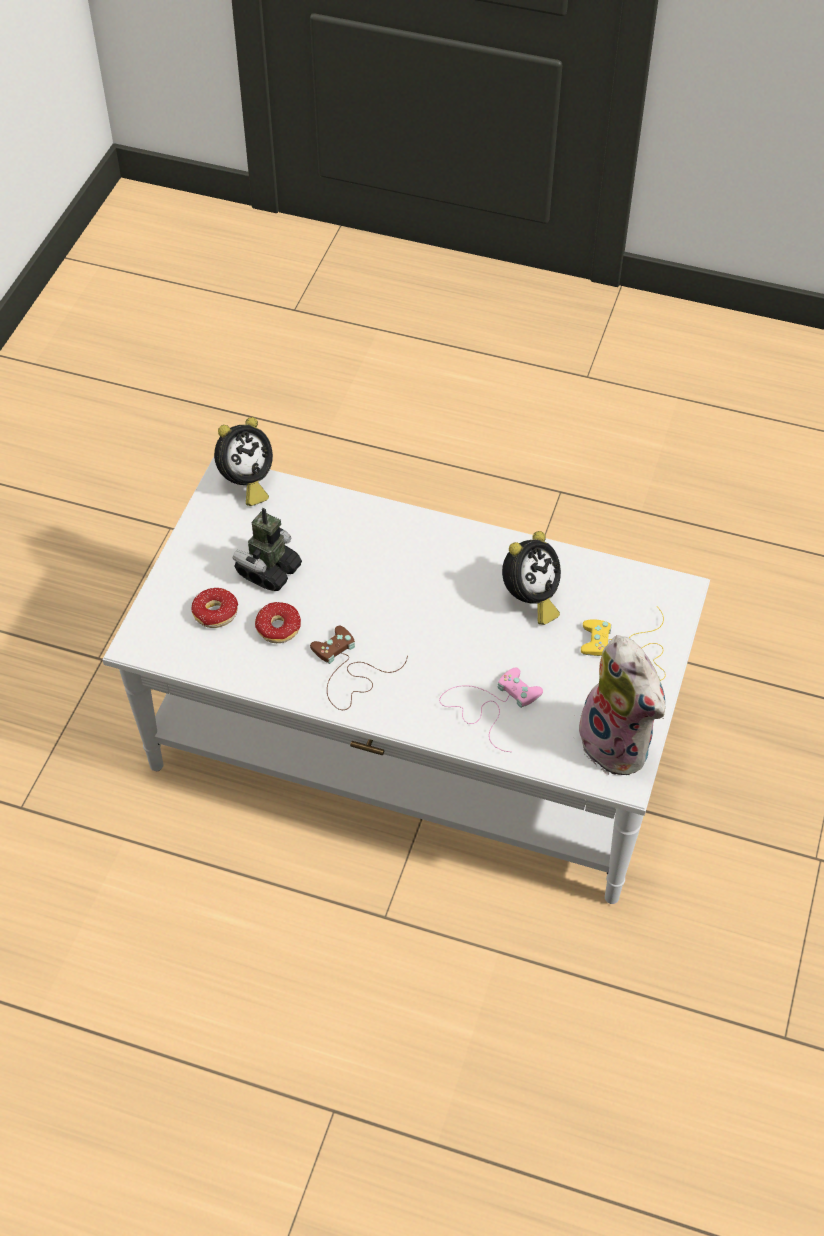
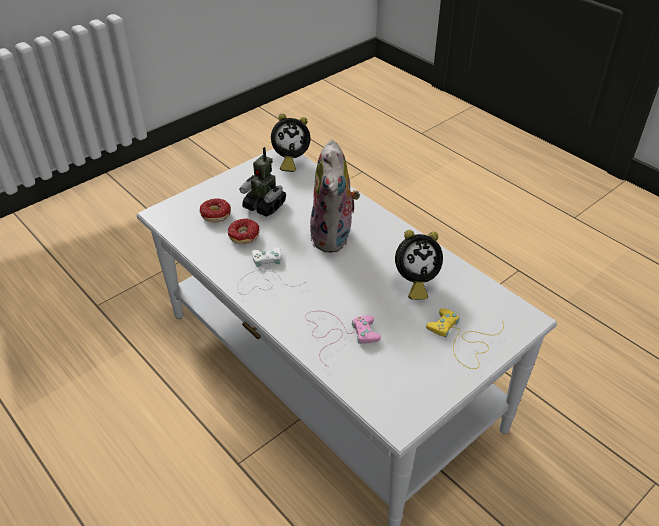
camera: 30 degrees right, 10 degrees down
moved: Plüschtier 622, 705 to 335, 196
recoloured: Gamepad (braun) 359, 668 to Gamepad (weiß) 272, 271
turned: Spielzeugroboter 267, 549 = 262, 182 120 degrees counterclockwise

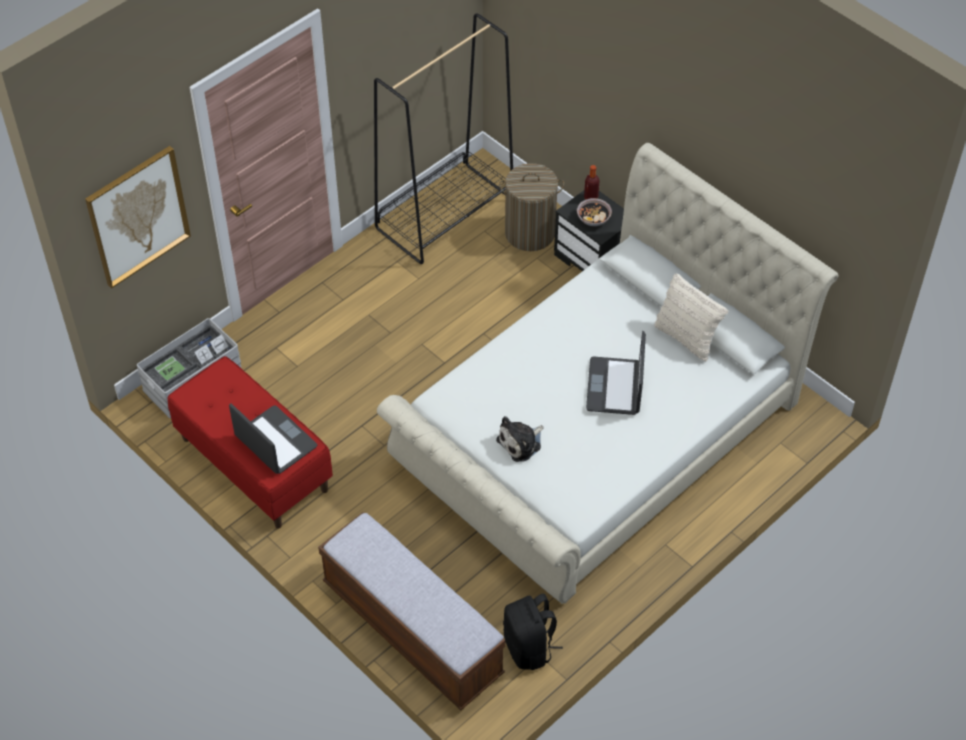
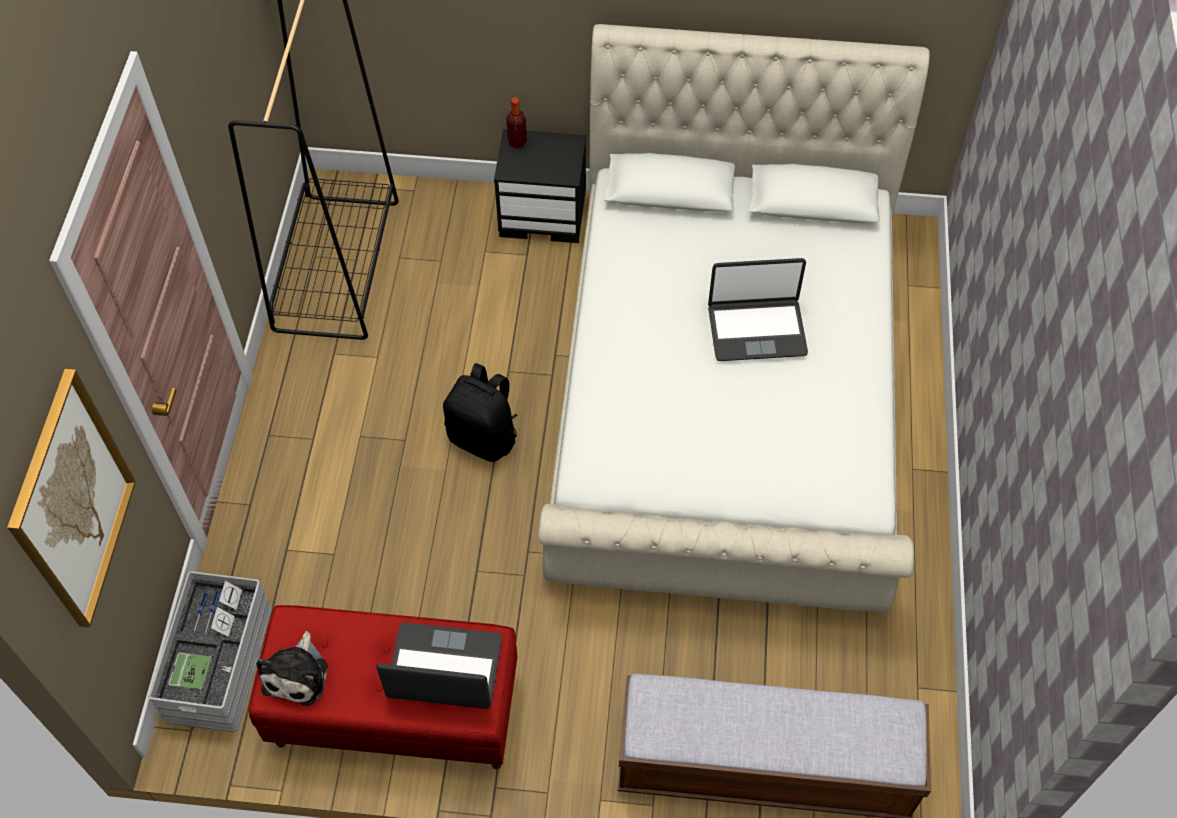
camera: 40 degrees left, 5 degrees up
removed: Wäschekorb 531, 207; Schüssel 594, 212; Kissen (beige) 691, 317
moved: Plüschtier 519, 439 to 292, 668; Rucksack (schwarz) 533, 632 to 480, 412
turned: Laptop 616, 373 = 758, 309 60 degrees counterclockwise

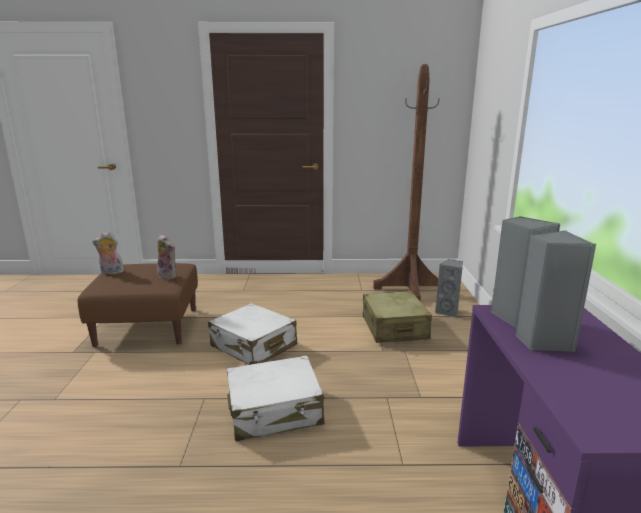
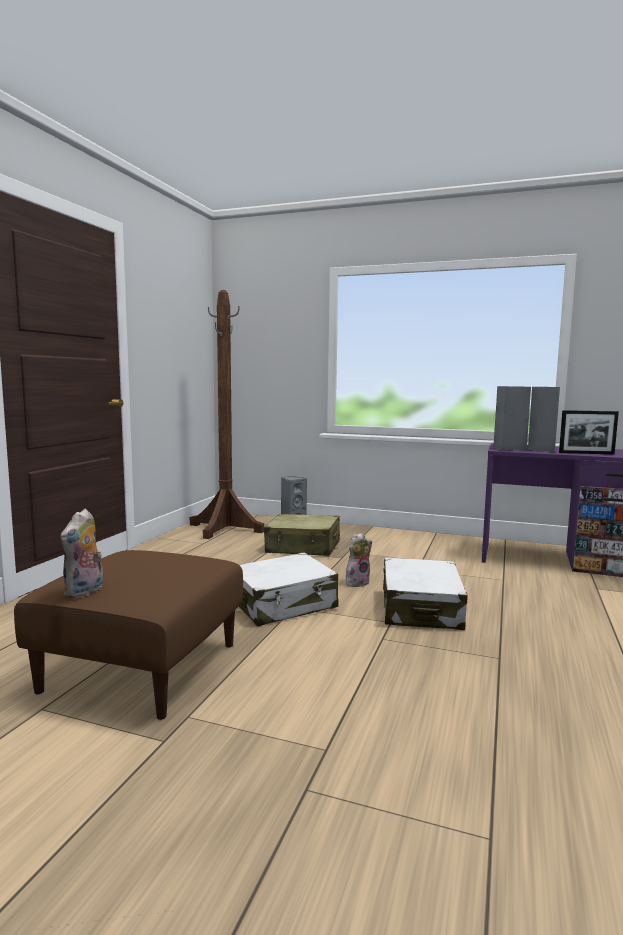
camera: 70 degrees left, 10 degrees down
added: Bilderrahmen 589, 432
moved: Plüschtier 167, 257 to 359, 560

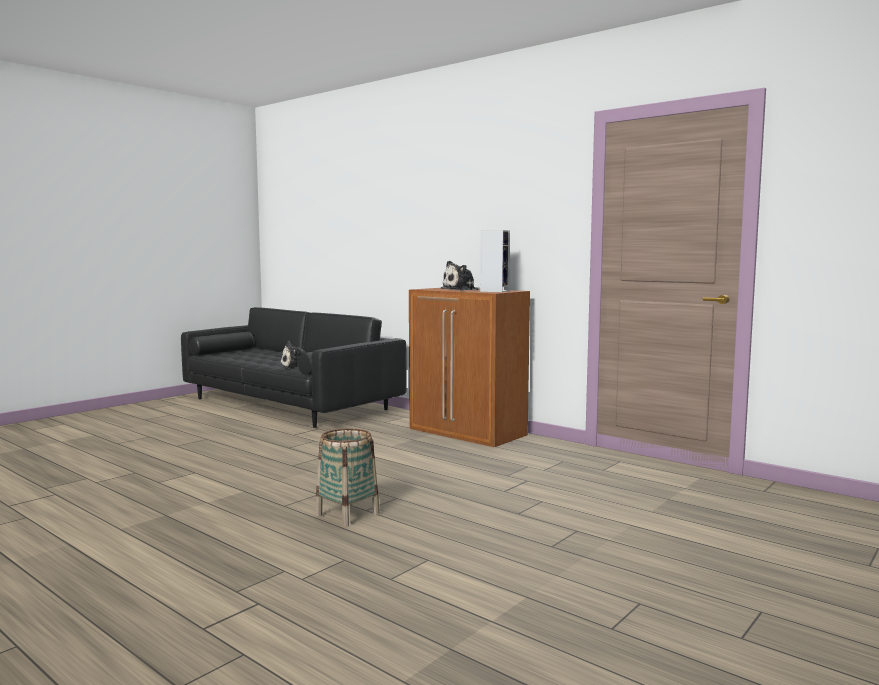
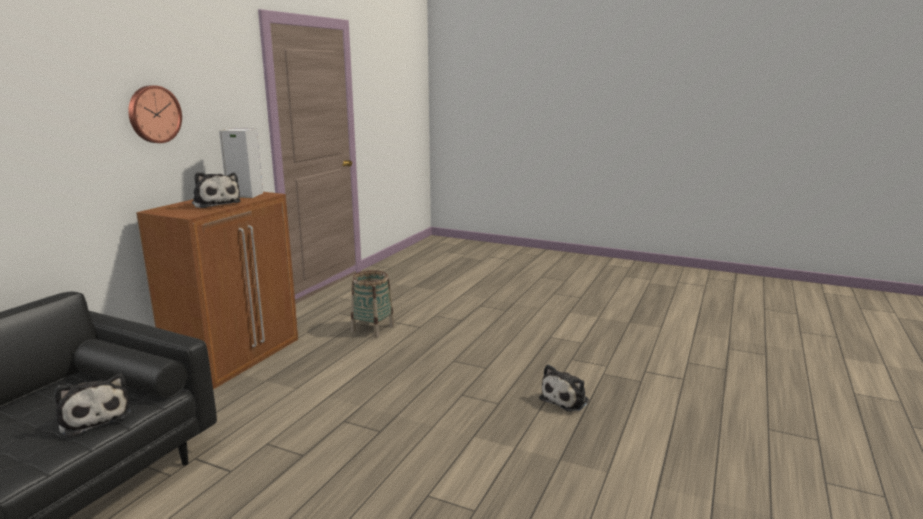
camera: 105 degrees left, 10 degrees up
added: Wanduhr 155, 114; Plüschtier 564, 388
moved: Korb 347, 477 to 372, 304

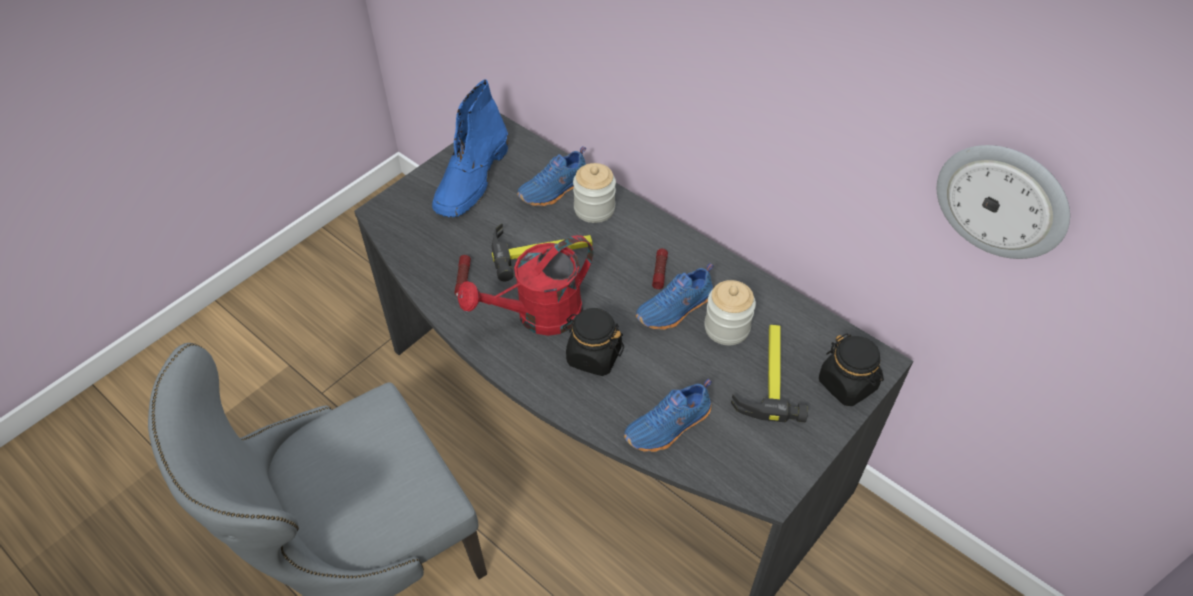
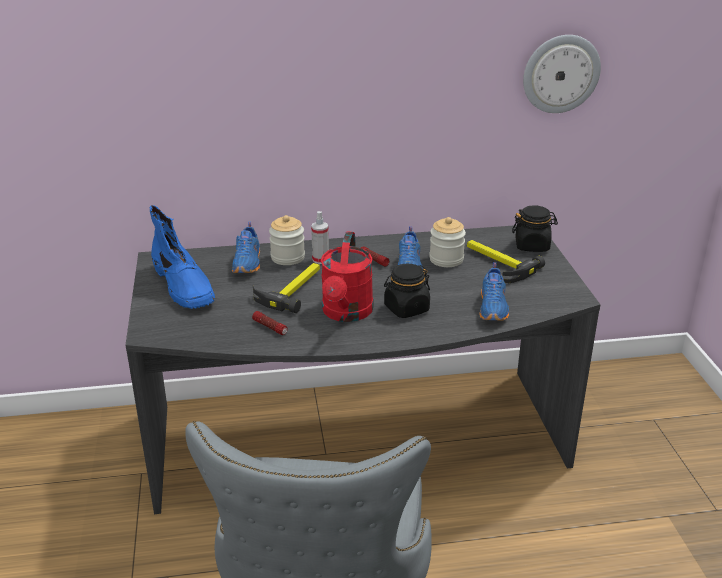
camera: 50 degrees left, 20 degrees down
added: Sprühflasche 320, 237

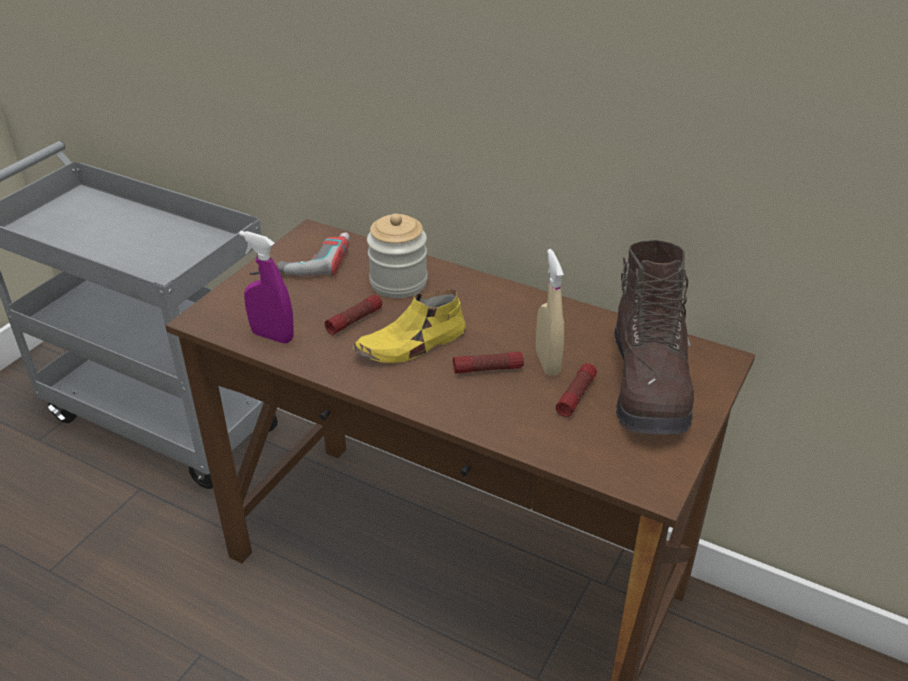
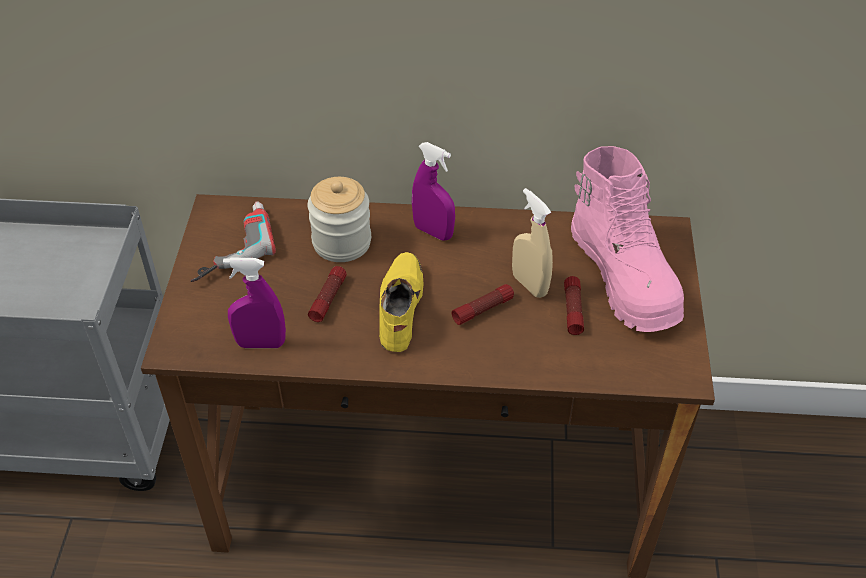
camera: 25 degrees left, 10 degrees up
added: Sprühflasche (lila) 433, 191
recoloured: Stiefel (braun) 654, 337 to Stiefel (rosa) 627, 239
turned: Schuh (gelb) 409, 326 = 401, 302 150 degrees clockwise

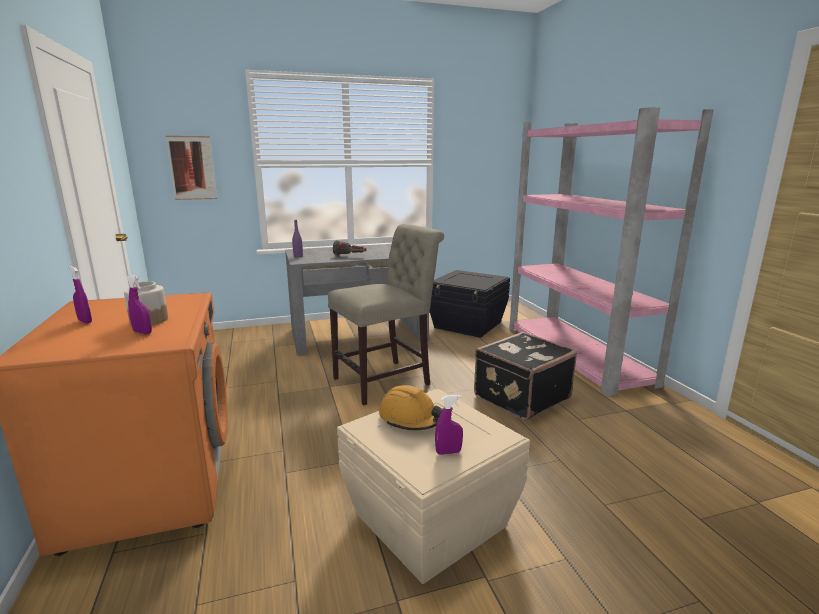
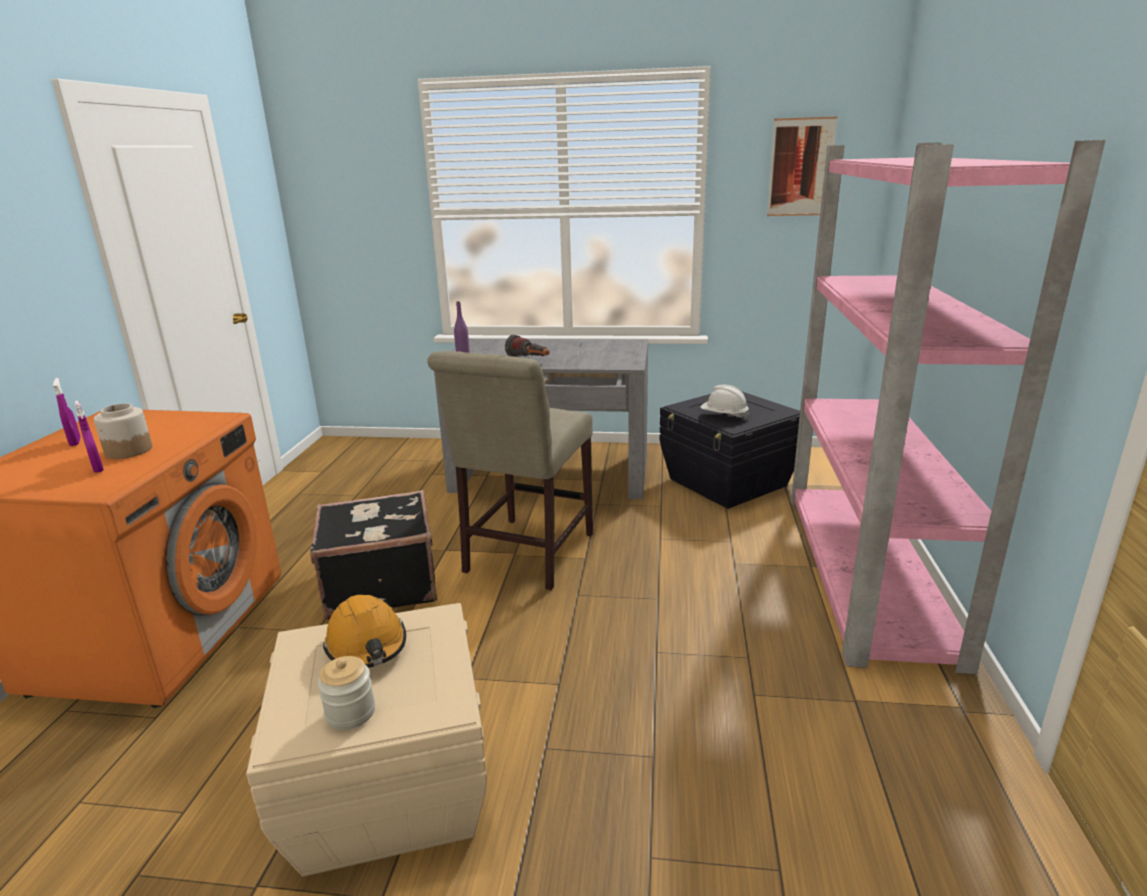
camera: 25 degrees right, 5 degrees up
added: Schutzhelm (weiß) 725, 402
moved: Bild 192, 168 to 802, 166; Koffer (schwarz) 526, 376 to 373, 555
replaced: Sprühflasche (lila) 449, 425 to Vorratsglas 346, 693
turned: Stuhl (beige) 386, 315 = 510, 470 120 degrees clockwise

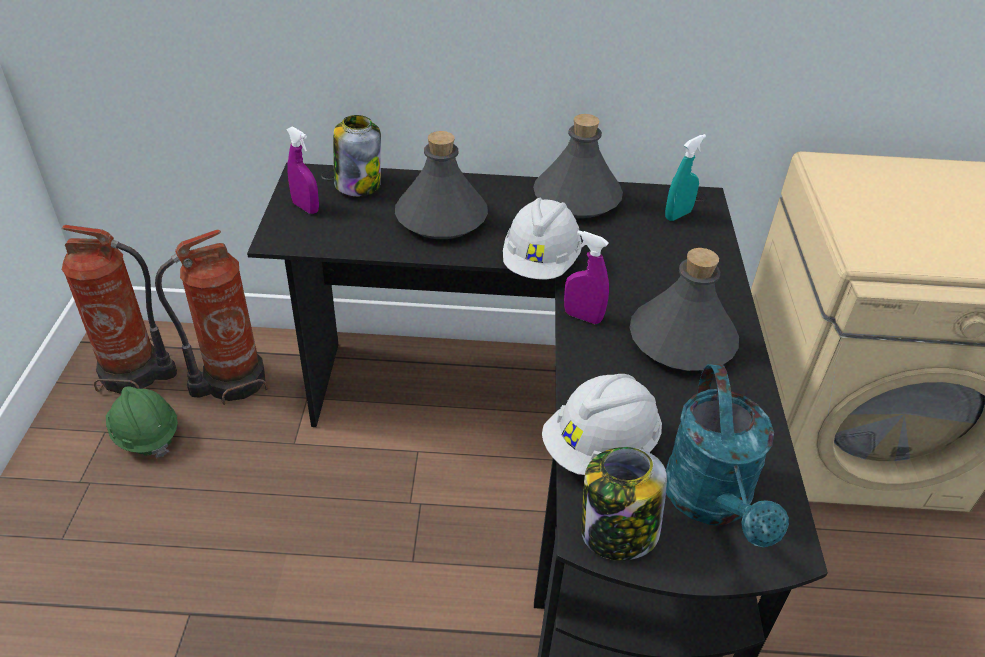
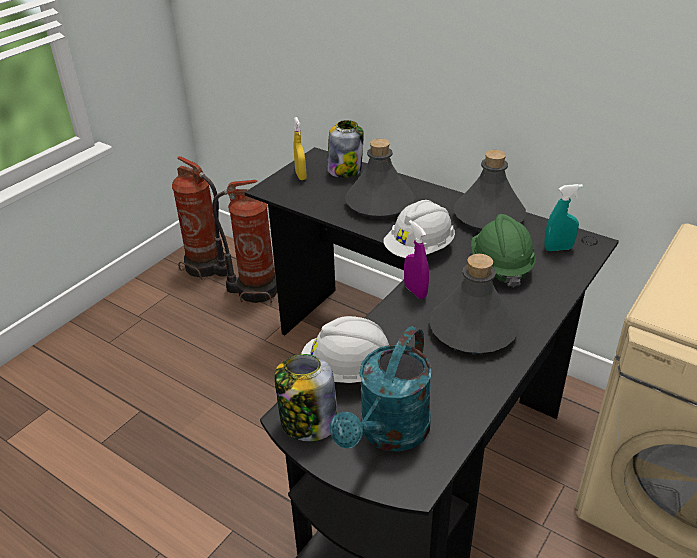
camera: 35 degrees right, 5 degrees down
moved: Schutzhelm (grün) 142, 422 to 503, 251
recoloured: Sprühflasche (lila) 302, 170 to Sprühflasche (gelb) 300, 148

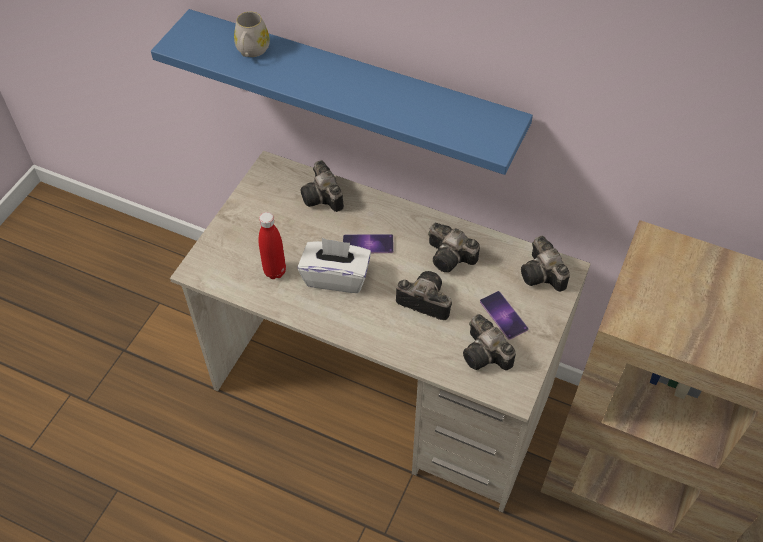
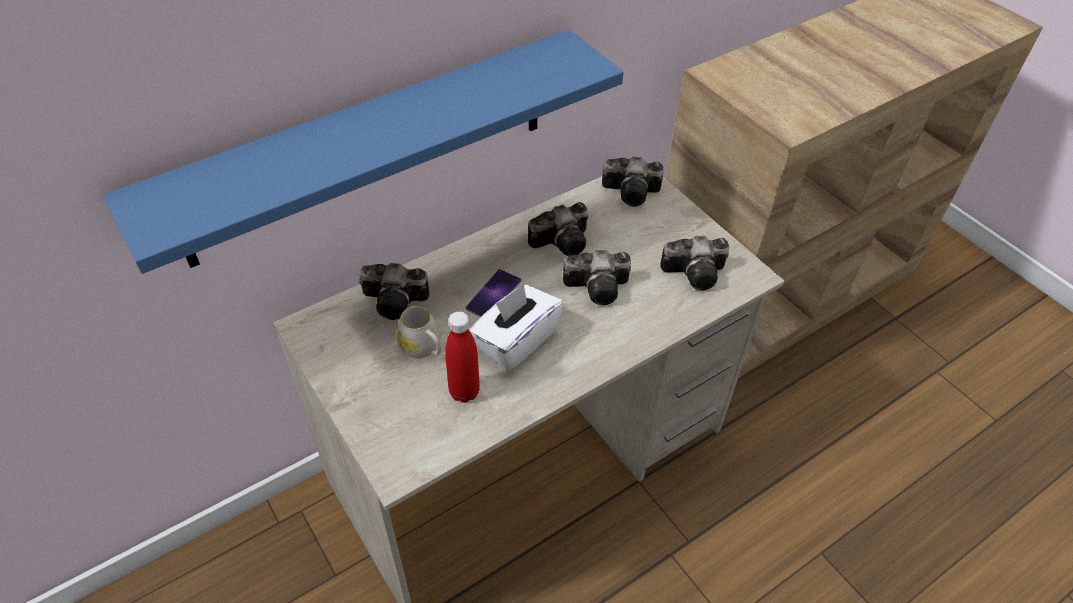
camera: 60 degrees left, 5 degrees down
removed: Handy 504, 315
moved: Henkelbecher (weiß) 252, 34 to 419, 332
turned: Kamera 424, 295 = 597, 277 150 degrees counterclockwise

